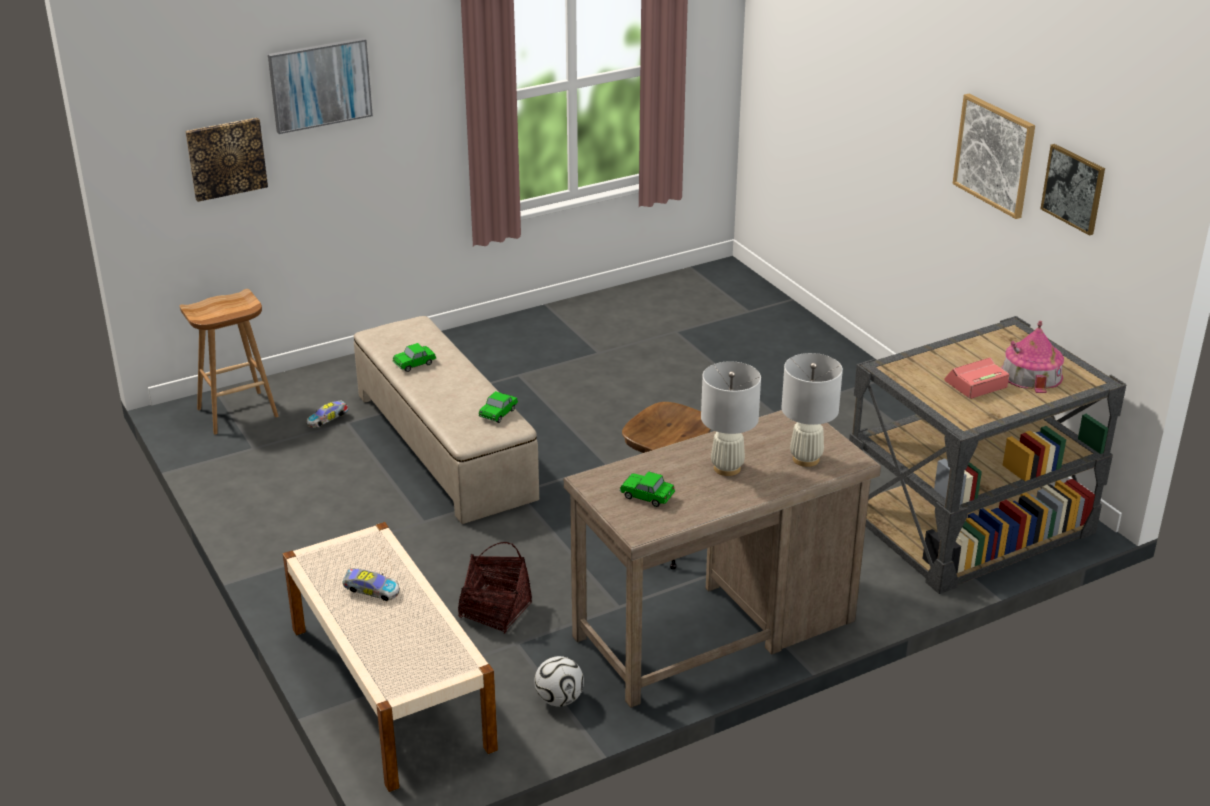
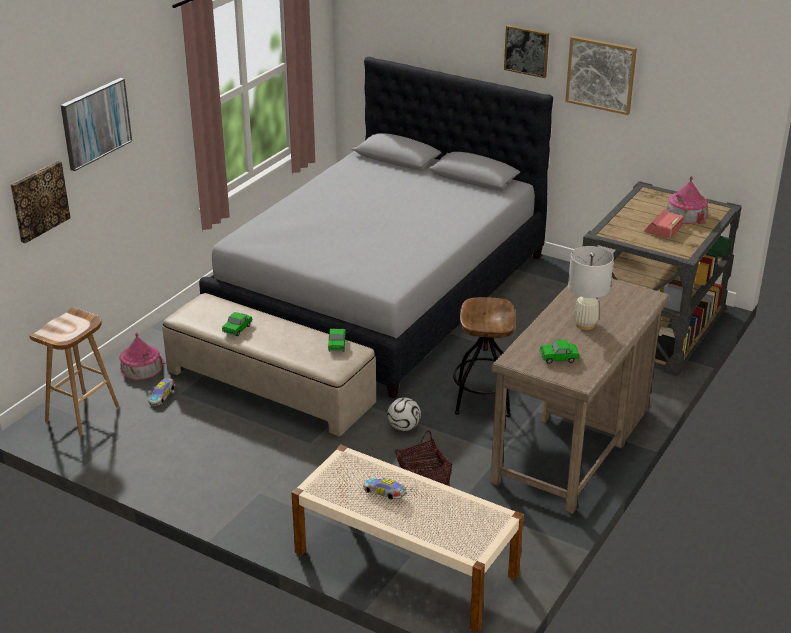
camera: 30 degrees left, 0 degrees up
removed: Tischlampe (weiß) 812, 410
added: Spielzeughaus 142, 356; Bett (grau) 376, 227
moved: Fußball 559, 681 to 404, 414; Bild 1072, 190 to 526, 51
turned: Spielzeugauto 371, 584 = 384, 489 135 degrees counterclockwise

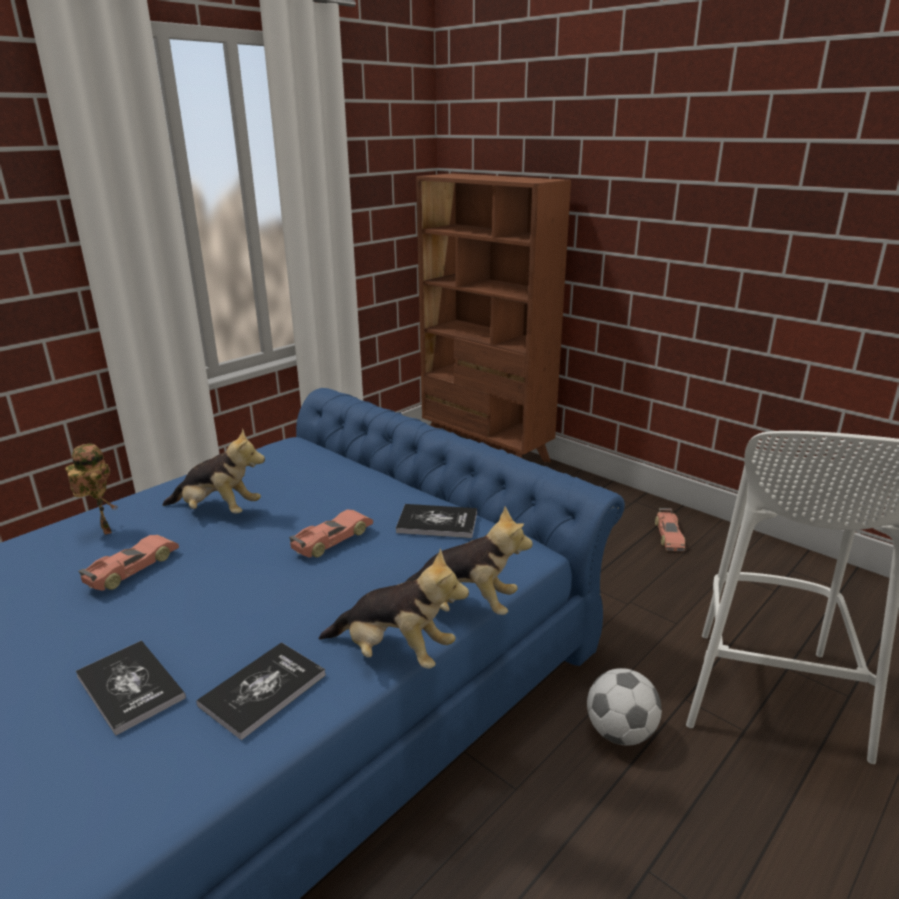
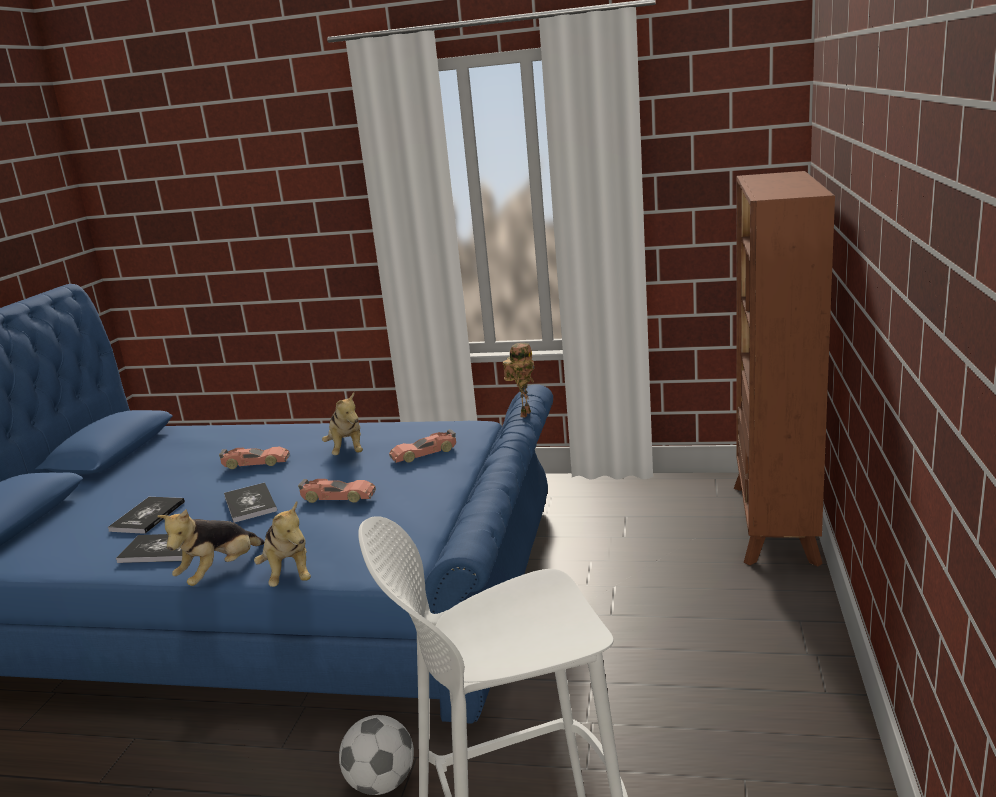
camera: 60 degrees right, 5 degrees down
moved: Spielzeugroboter 91, 489 to 519, 380; Buch 436, 521 to 250, 502; Spielzeugauto 670, 529 to 422, 446
turned: Plüschtier 394, 609 = 211, 547 45 degrees clockwise

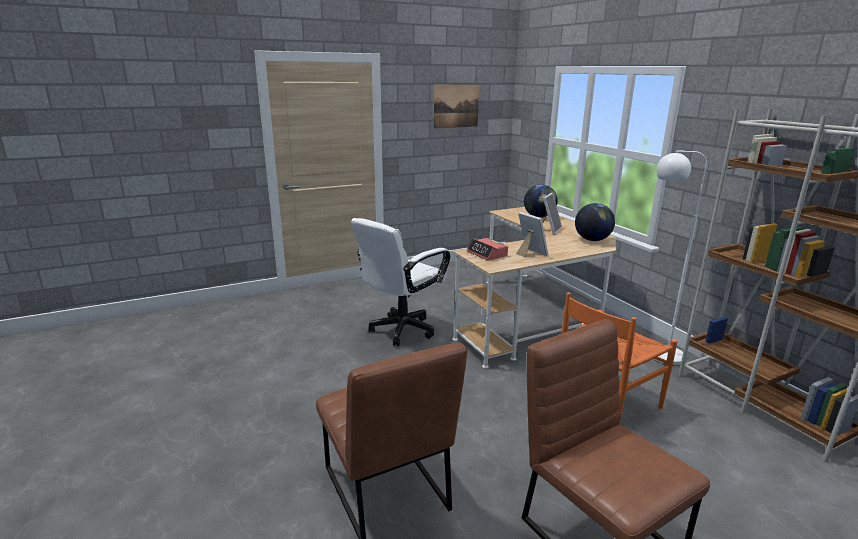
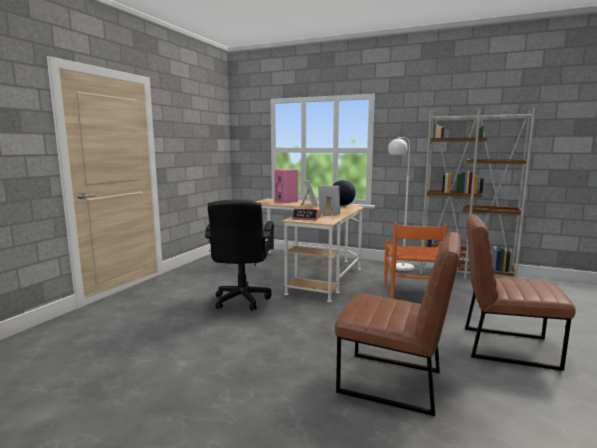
camera: 40 degrees left, 10 degrees down
removed: Bild 456, 107
replaced: Globus 541, 201 to Lautsprecher (rosa) 286, 186
recoloured: Bürostuhl (weiß) 400, 282 to Bürostuhl (schwarz) 239, 255

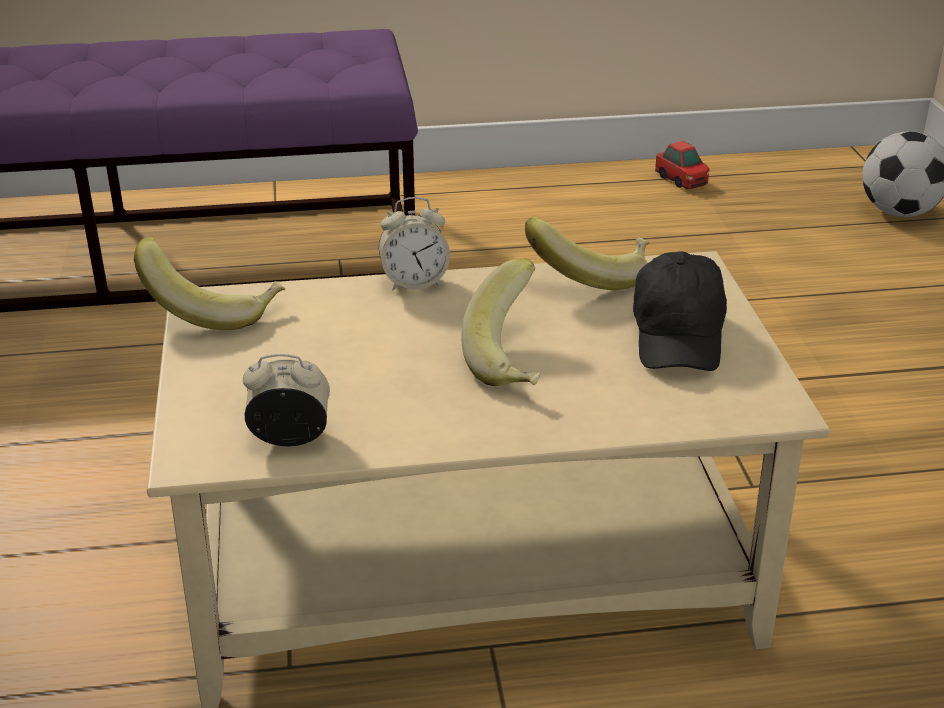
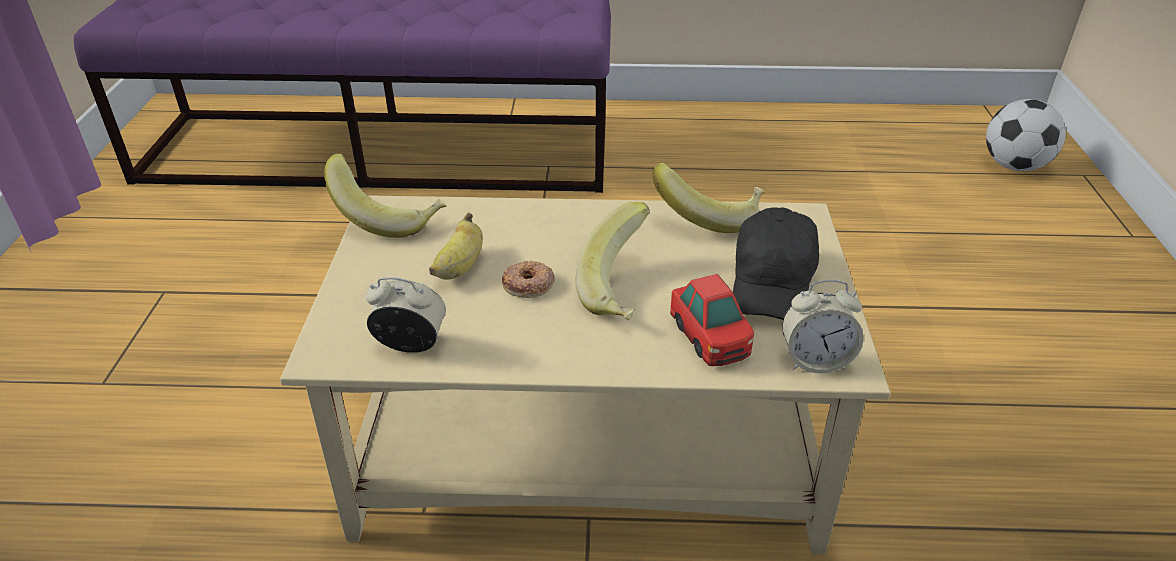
camera: 10 degrees right, 5 degrees up
added: Banane 456, 246; Donut 528, 279
moved: Wecker 414, 244 to 823, 326; Spielzeugauto 682, 165 to 712, 320

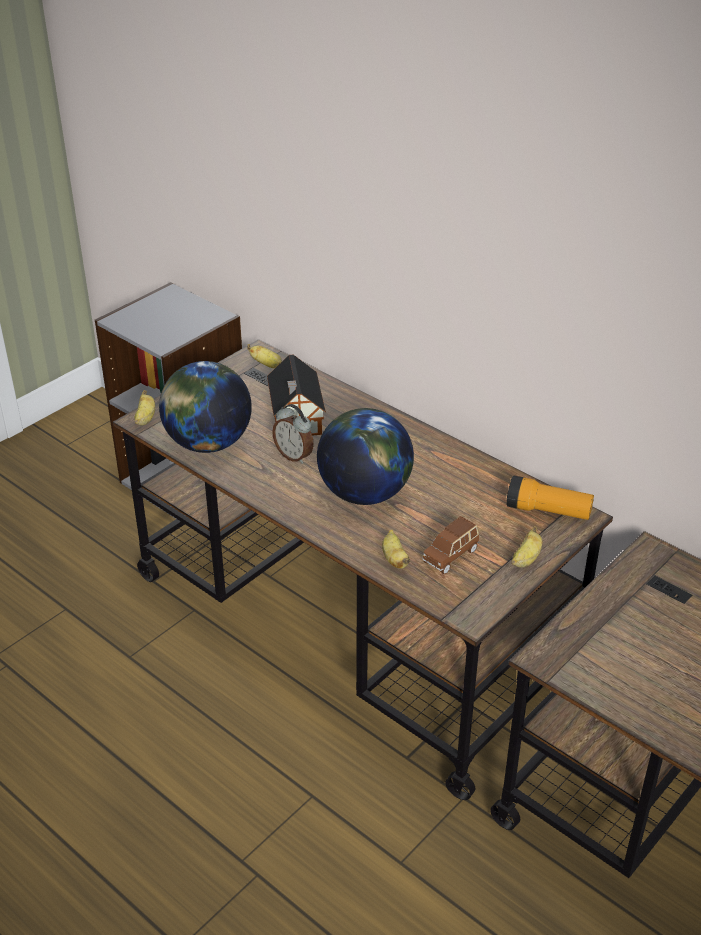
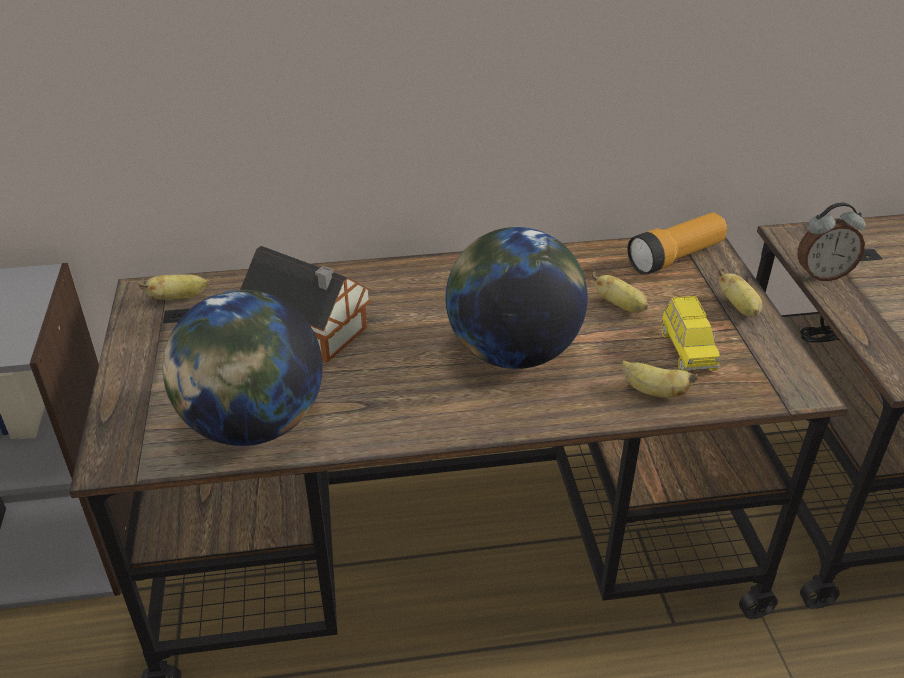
camera: 50 degrees left, 0 degrees up
moved: Banane 144, 408 to 619, 292; Wecker 293, 434 to 831, 241
recoloured: Spielzeugauto (braun) 450, 545 to Spielzeugauto (gelb) 690, 334

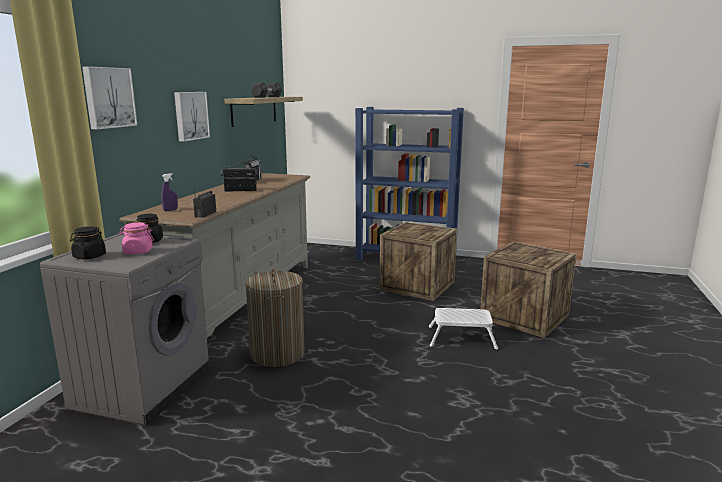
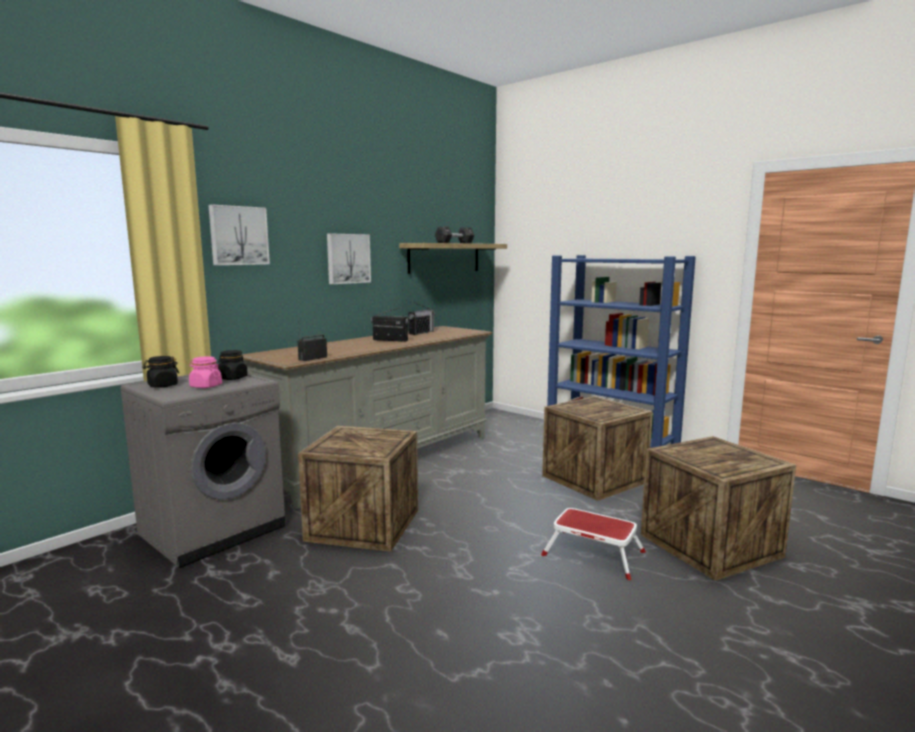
camera: 25 degrees right, 5 degrees down
removed: Sprühflasche (lila) 169, 192
replaced: Wäschekorb 274, 317 to Kiste 358, 489
recoloured: Trittleiter (weiß) 463, 329 to Trittleiter (rot) 593, 544

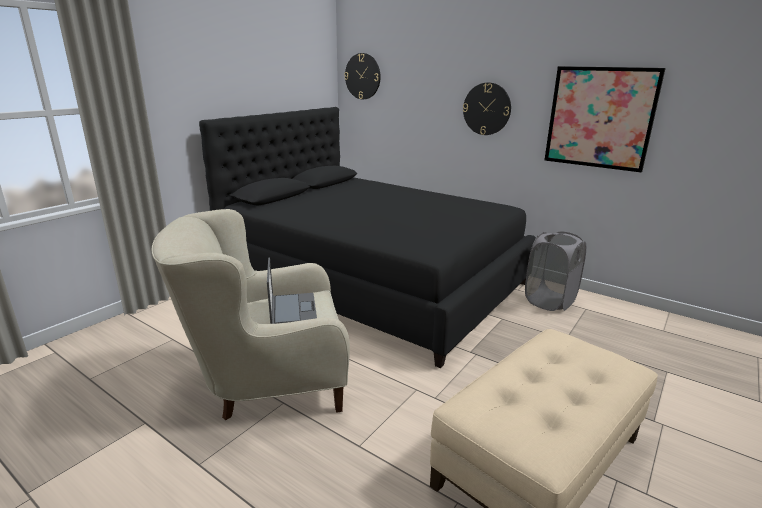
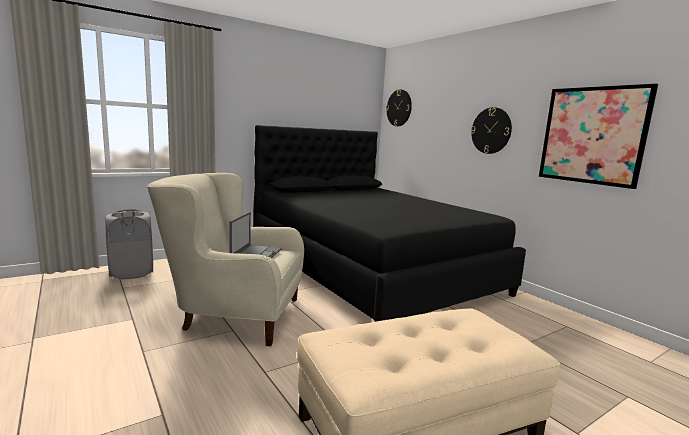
camera: 20 degrees right, 10 degrees down
moved: Wäschekorb (grau) 555, 271 to 129, 244

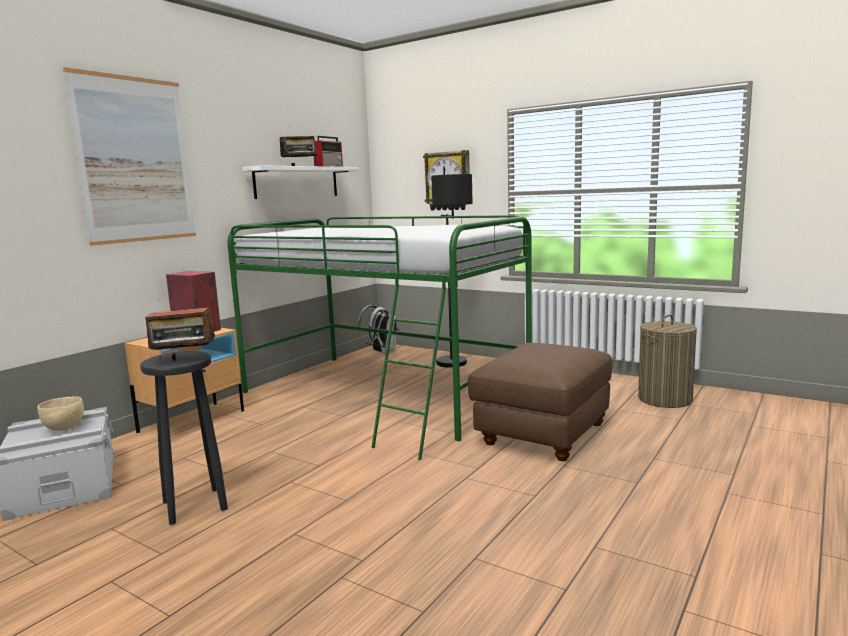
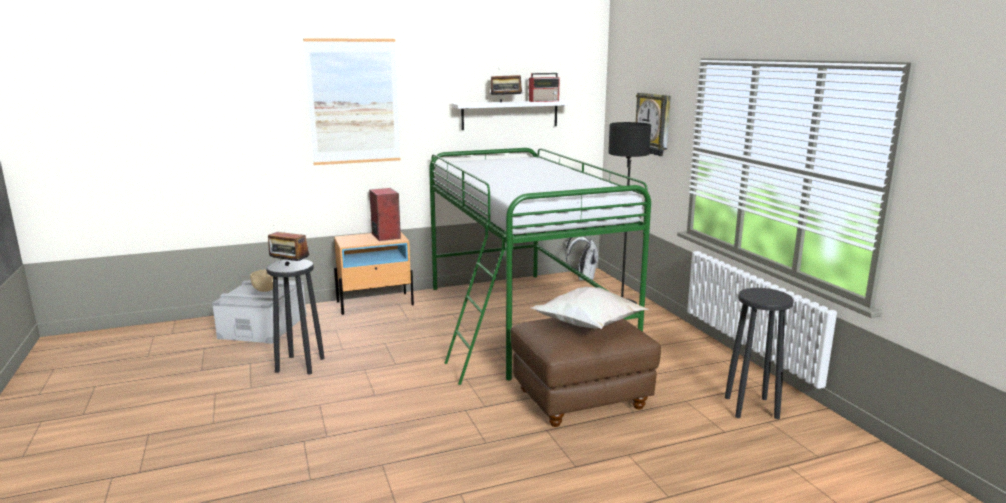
camera: 35 degrees right, 5 degrees up
added: Kissen (weiß) 590, 308
replaced: Wäschekorb 667, 361 to Hocker (schwarz) 759, 353

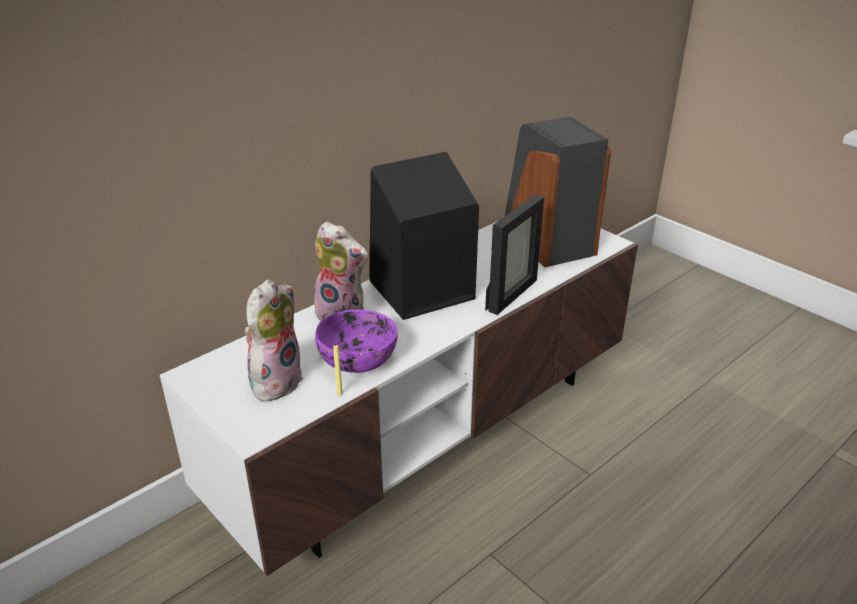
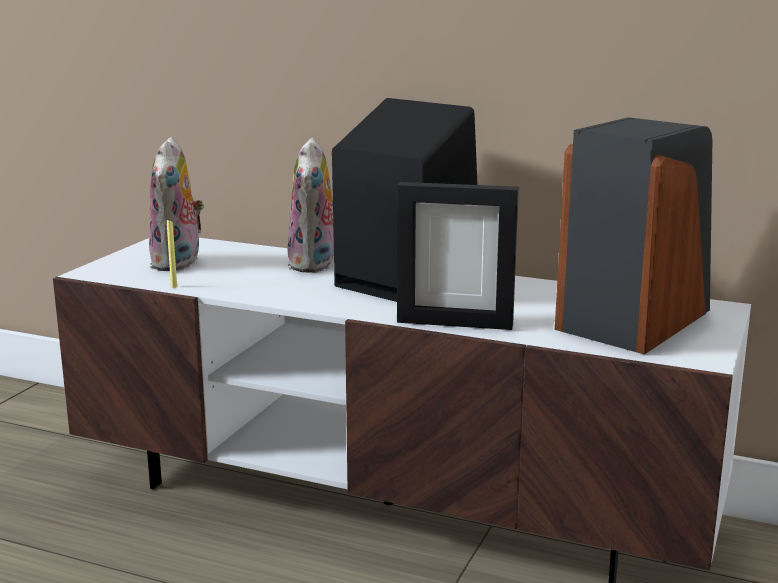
camera: 65 degrees right, 15 degrees down
removed: Schüssel (lila) 356, 341
turned: Plüschtier 274, 340 = 176, 204 90 degrees clockwise

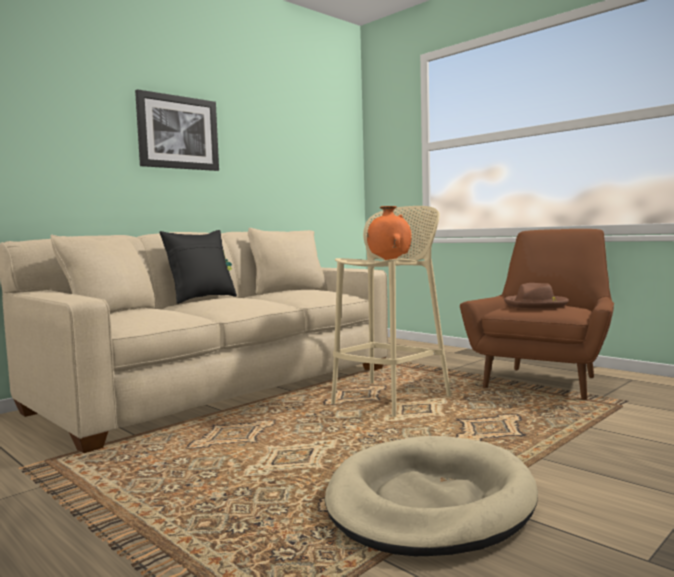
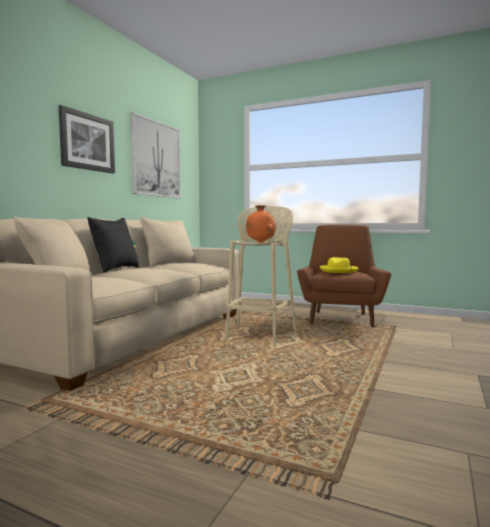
camera: 20 degrees left, 0 degrees up
removed: Hundebett (beige) 431, 496
added: Bild 155, 155
recoloured: Hut (braun) 536, 296 to Hut (gelb) 339, 265

